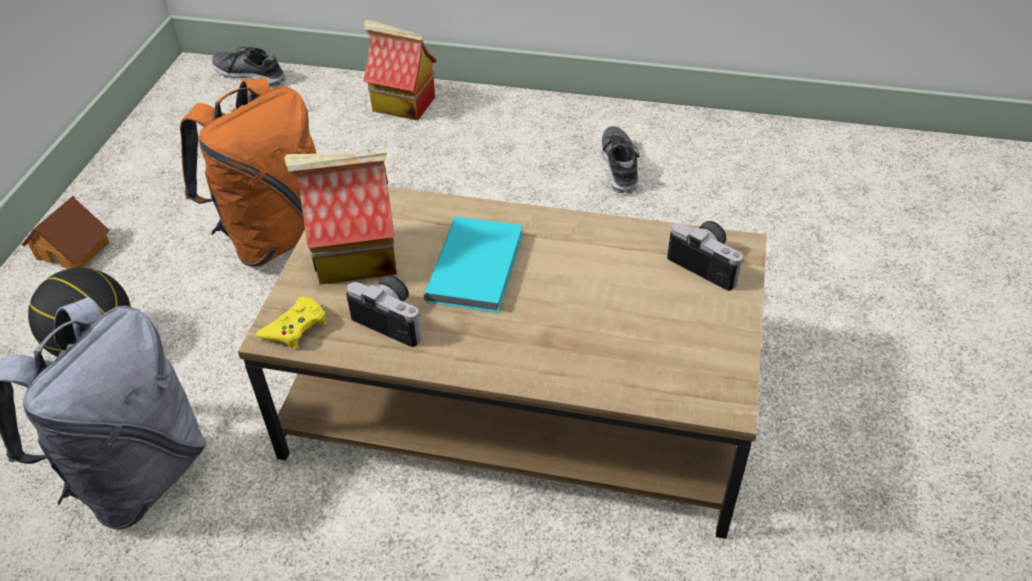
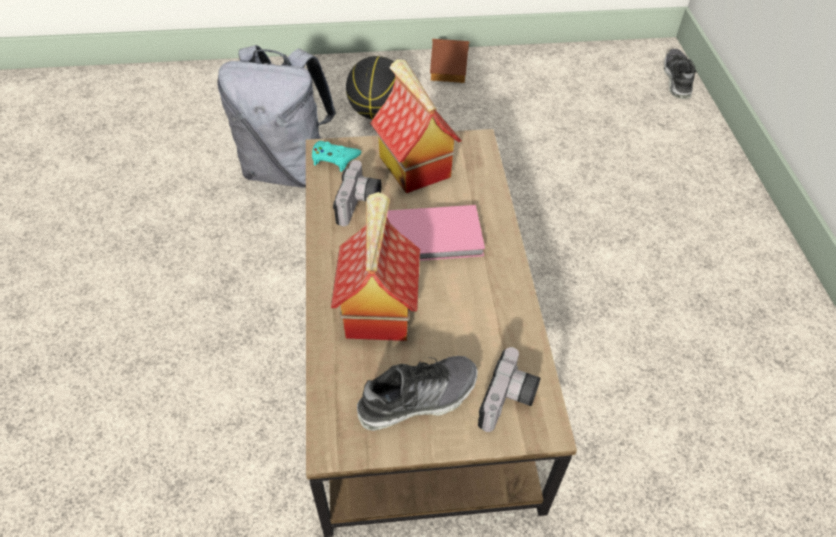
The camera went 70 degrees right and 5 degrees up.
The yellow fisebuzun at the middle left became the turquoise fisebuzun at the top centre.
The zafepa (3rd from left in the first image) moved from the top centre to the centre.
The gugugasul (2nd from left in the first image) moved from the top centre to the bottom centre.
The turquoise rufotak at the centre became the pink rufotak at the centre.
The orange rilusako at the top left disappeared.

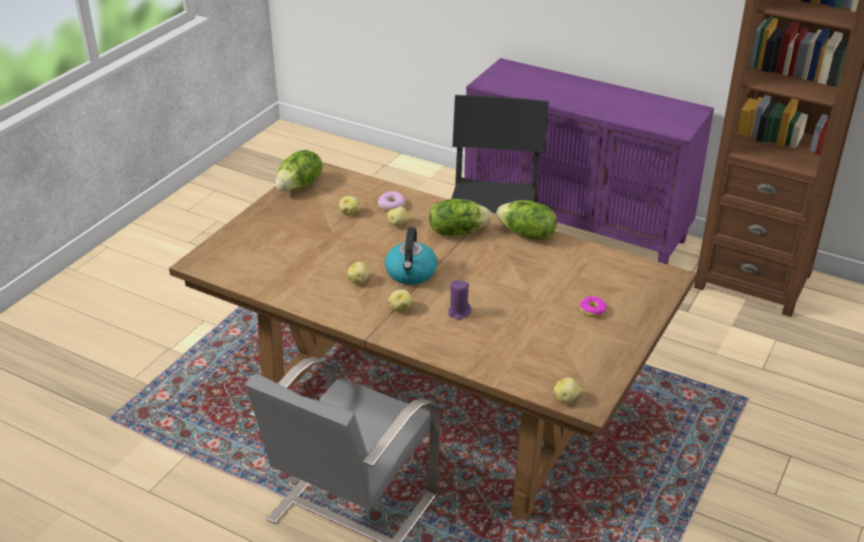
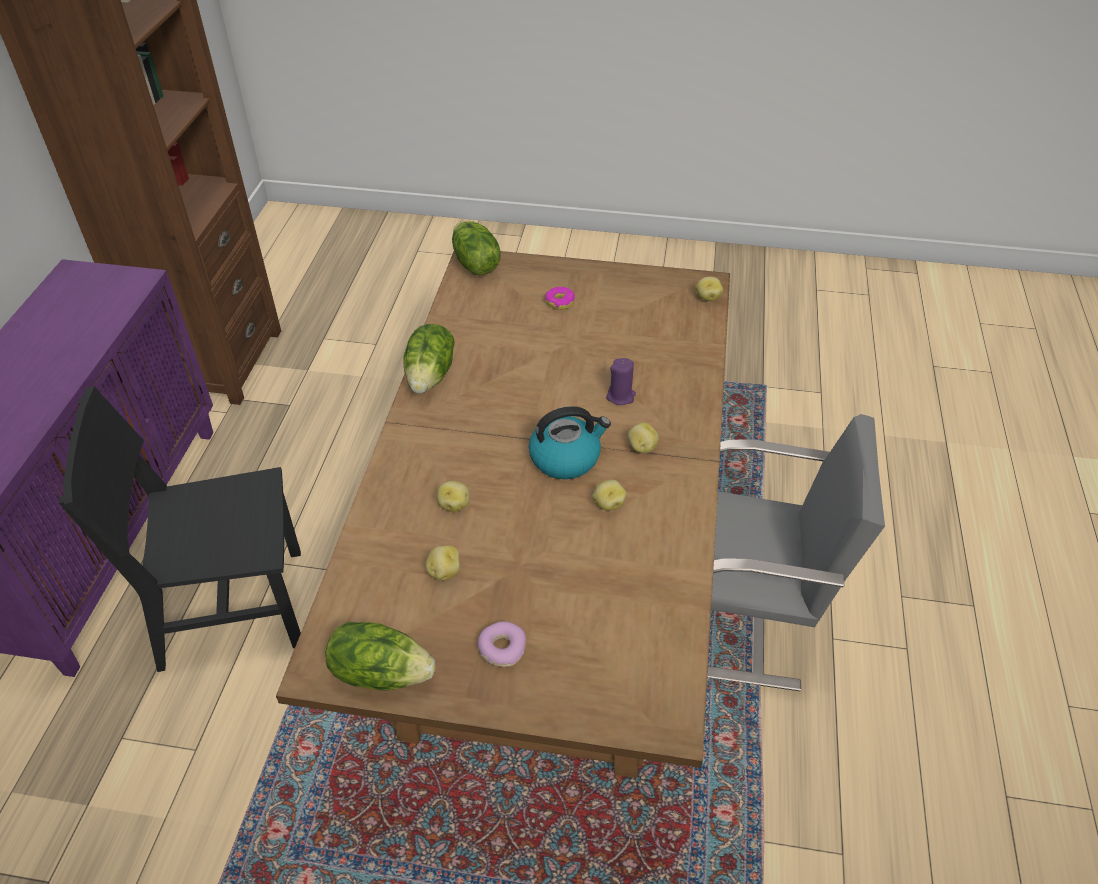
The camera went 110 degrees left and 10 degrees up.
The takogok (2nd from left in the first image) moved from the centre to the top centre.
The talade (1st from left) moved from the centre to the bottom centre.

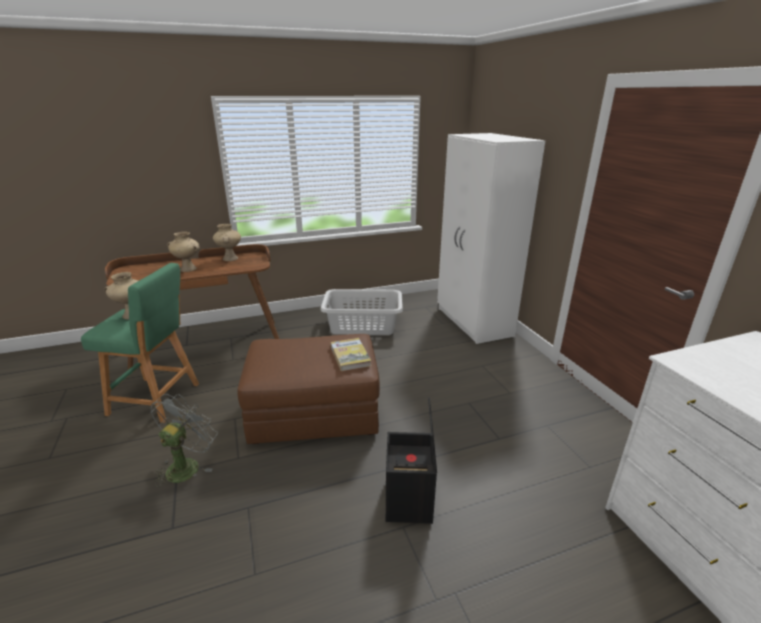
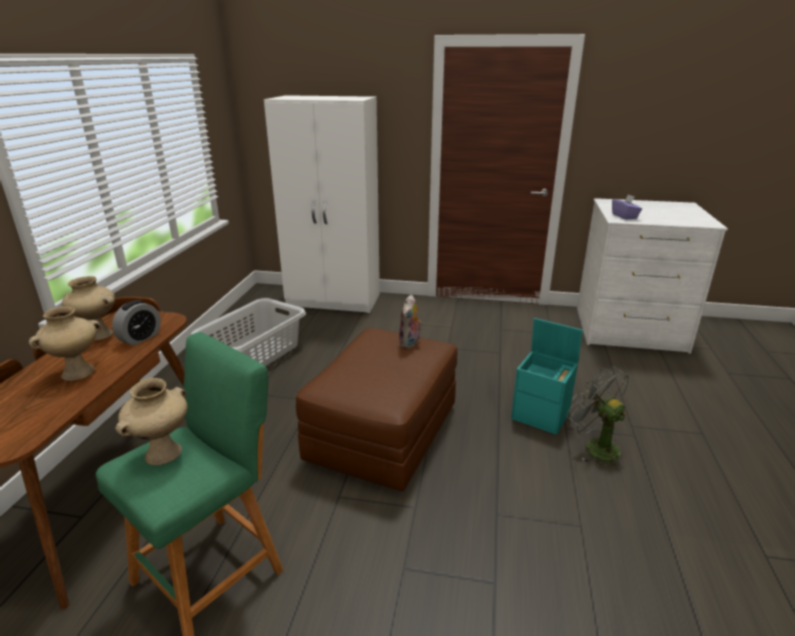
The camera went 60 degrees left and 0 degrees up.
The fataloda at the middle left appeared.
The rufotak at the centre was replaced by the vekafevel at the centre.
The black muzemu at the bottom centre became the turquoise muzemu at the middle right.
The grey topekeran moved from the bottom left to the middle right.
The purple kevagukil at the top right appeared.

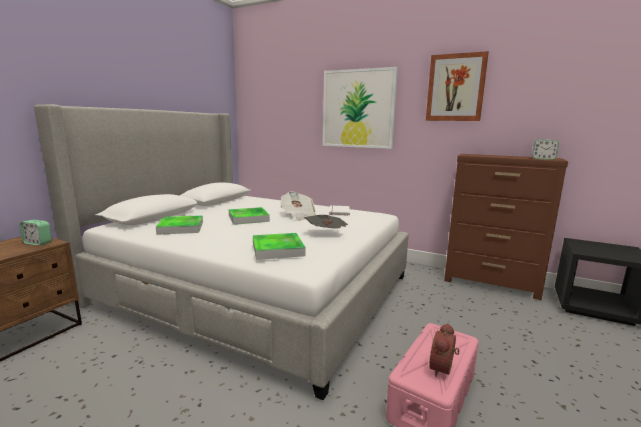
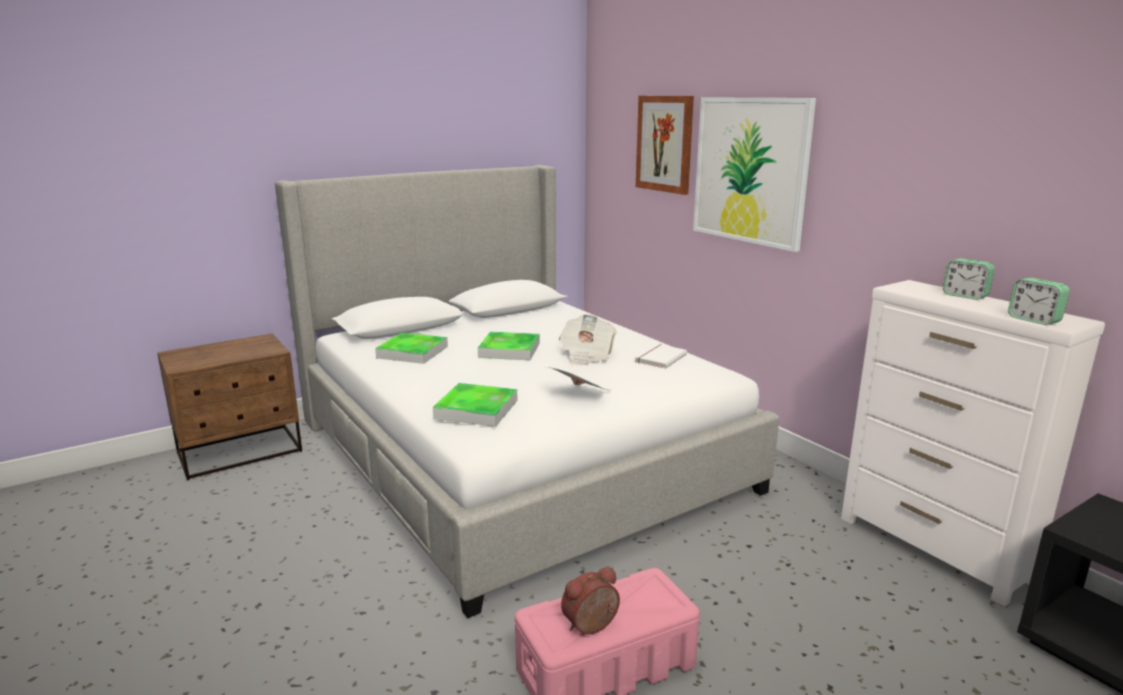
The camera went 30 degrees right and 5 degrees up.
The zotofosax (2nd from left in the first image) moved from the top right to the top centre.
The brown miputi at the middle right became the white miputi at the middle right.
The fataloda (1st from left in the first image) moved from the middle left to the middle right.

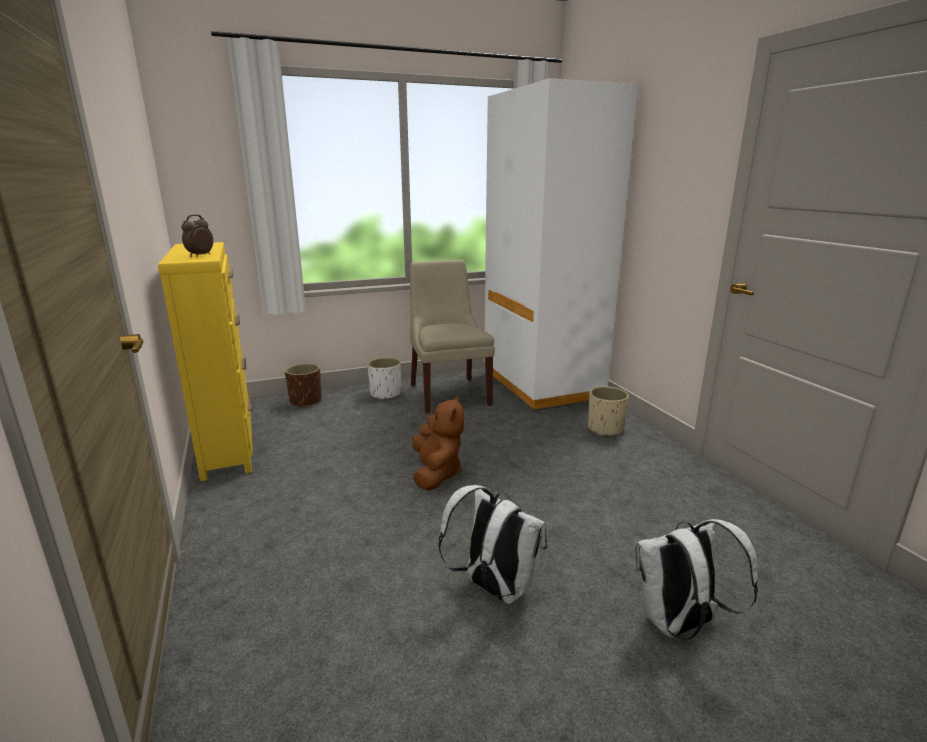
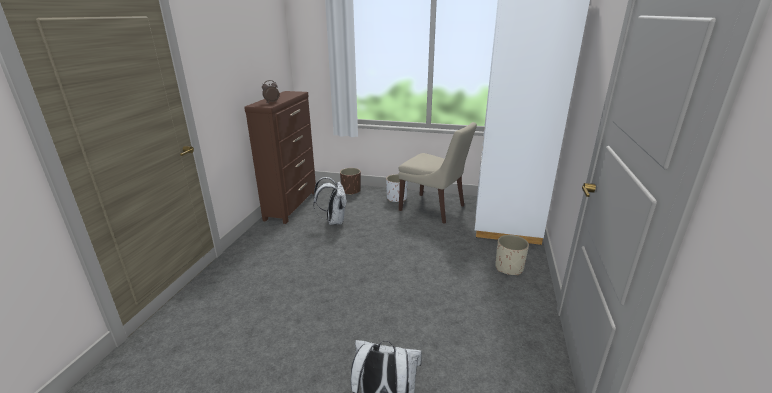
The camera went 35 degrees right and 5 degrees up.
The yellow miputi at the middle left became the brown miputi at the centre.
The white rilusako (1st from left) moved from the bottom centre to the centre.
The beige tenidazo at the centre turned 105 degrees clockwise.
The brown vekafevel at the centre disappeared.

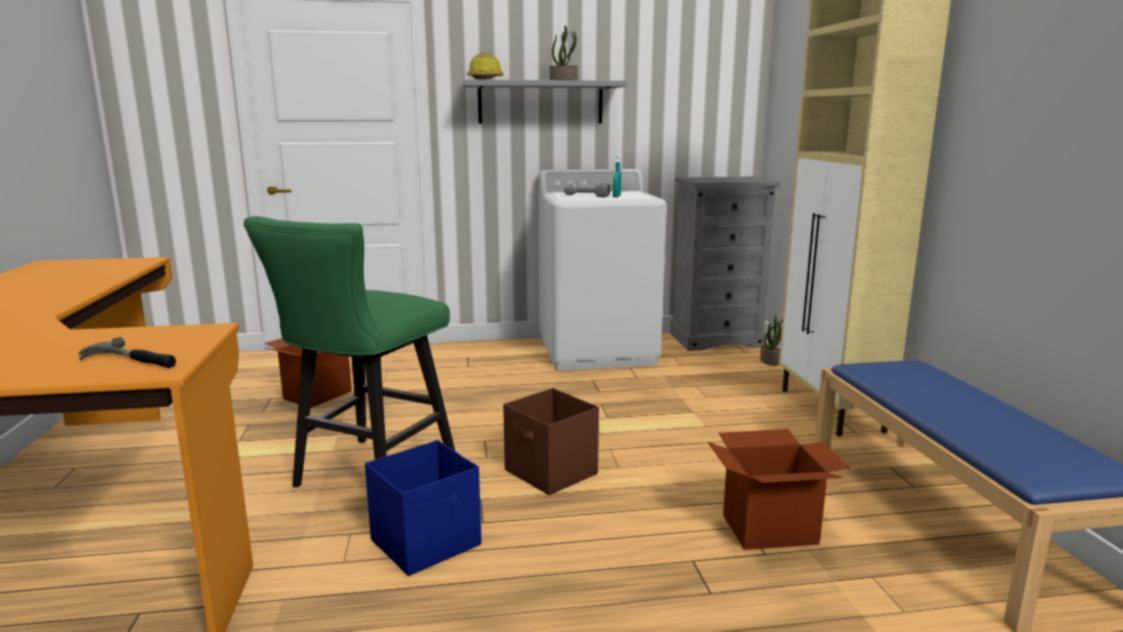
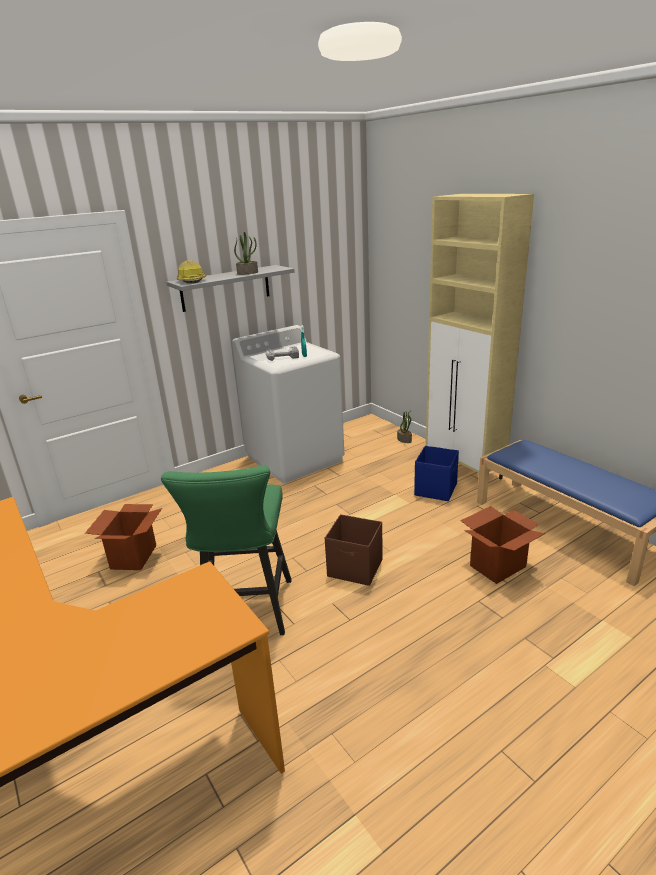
The camera went 25 degrees left and 10 degrees up.
The blue muzemu moved from the bottom centre to the centre.
The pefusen at the middle left disappeared.
The grey miputi at the centre disappeared.

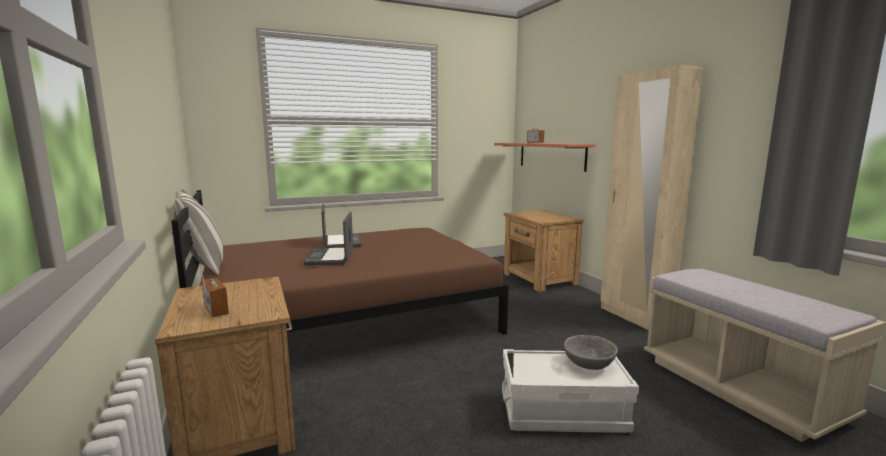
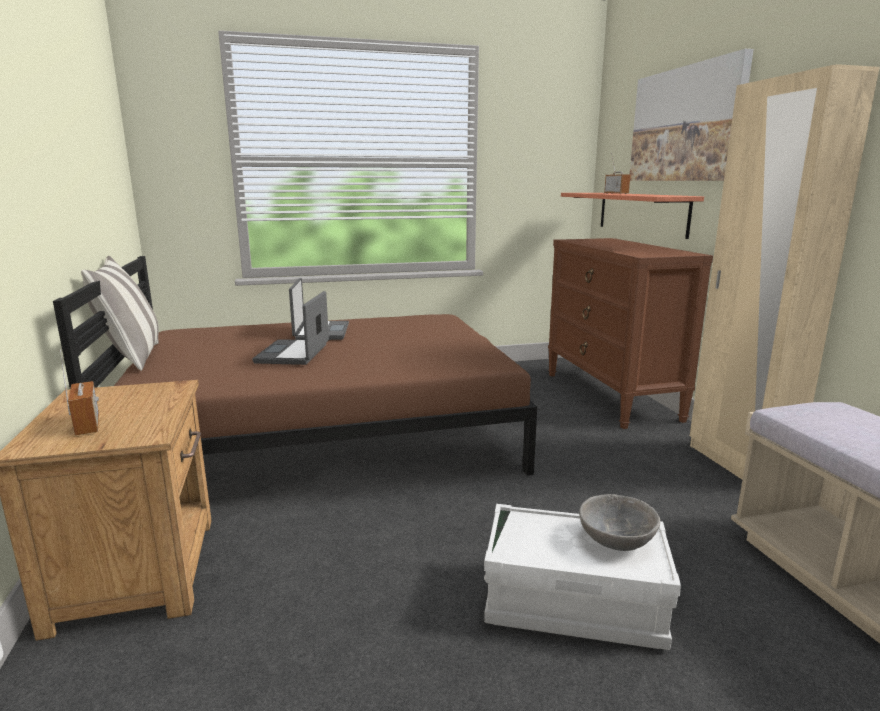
The camera went 10 degrees right and 5 degrees up.
The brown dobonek (2nd from left) at the centre was replaced by the brown miputi at the middle right.
The zotofosax at the top right appeared.

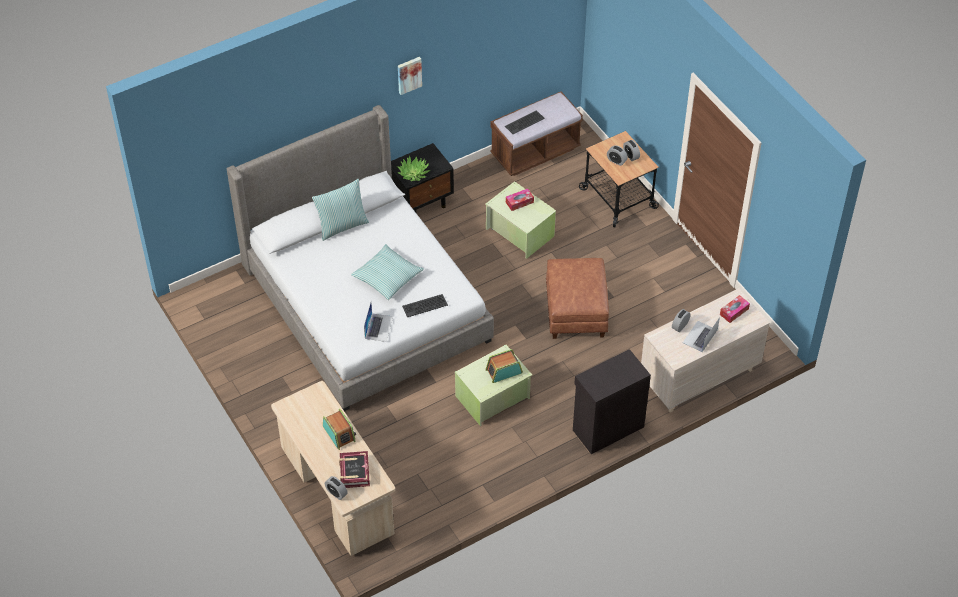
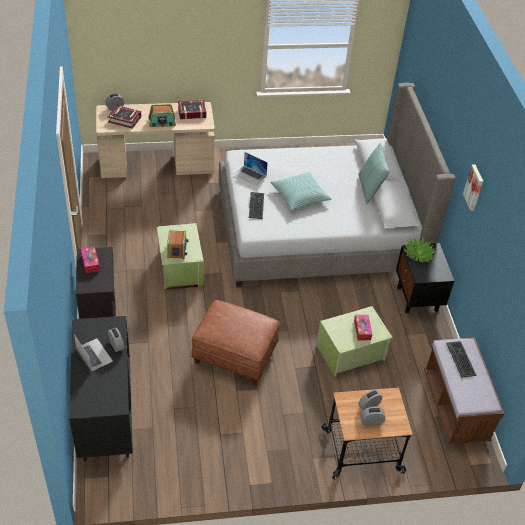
The camera went 110 degrees right and 5 degrees down.
The beige miputi at the middle right became the black miputi at the bottom left.
The kevagukil (2nd from left in the first image) moved from the middle right to the middle left.
The rufotak (2nd from left) at the top centre appeared.

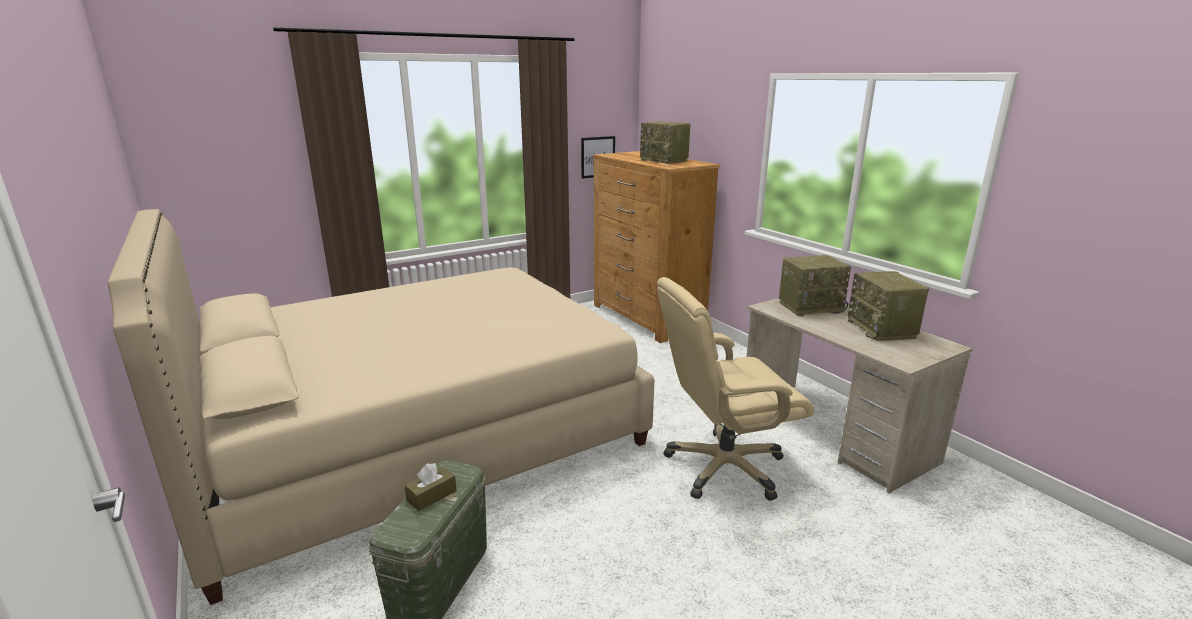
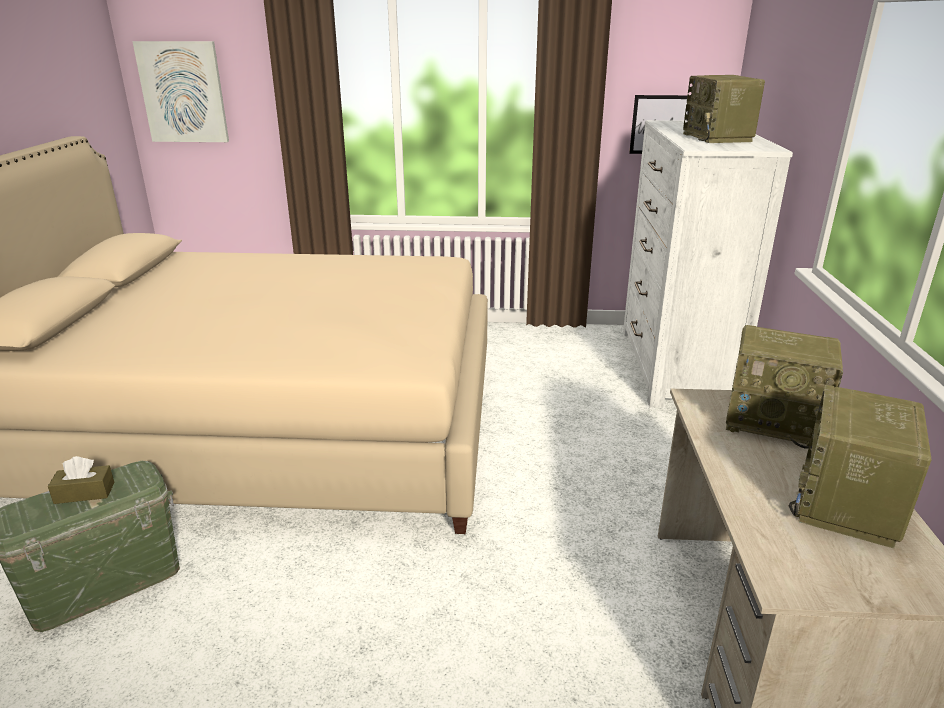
The camera went 35 degrees right and 5 degrees up.
The zotofosax (1st from left) at the top left appeared.
The brown miputi at the centre became the white miputi at the middle right.
The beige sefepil at the centre disappeared.

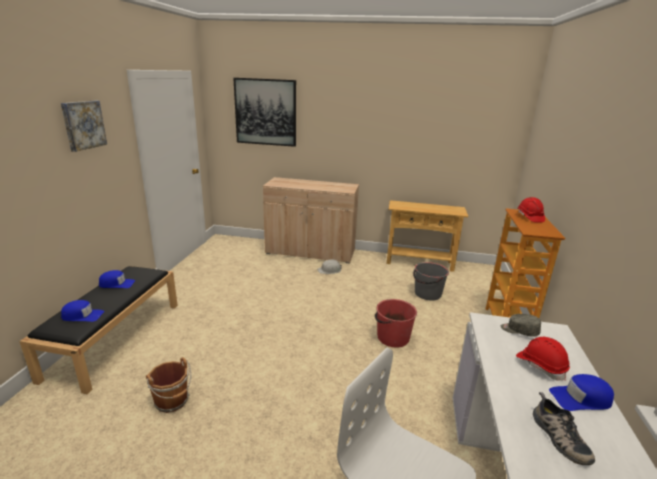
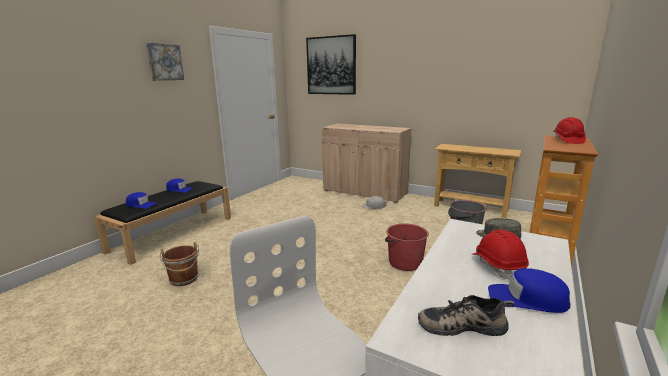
The camera went 20 degrees right and 5 degrees down.
The gugugasul at the bottom right turned 90 degrees clockwise.

